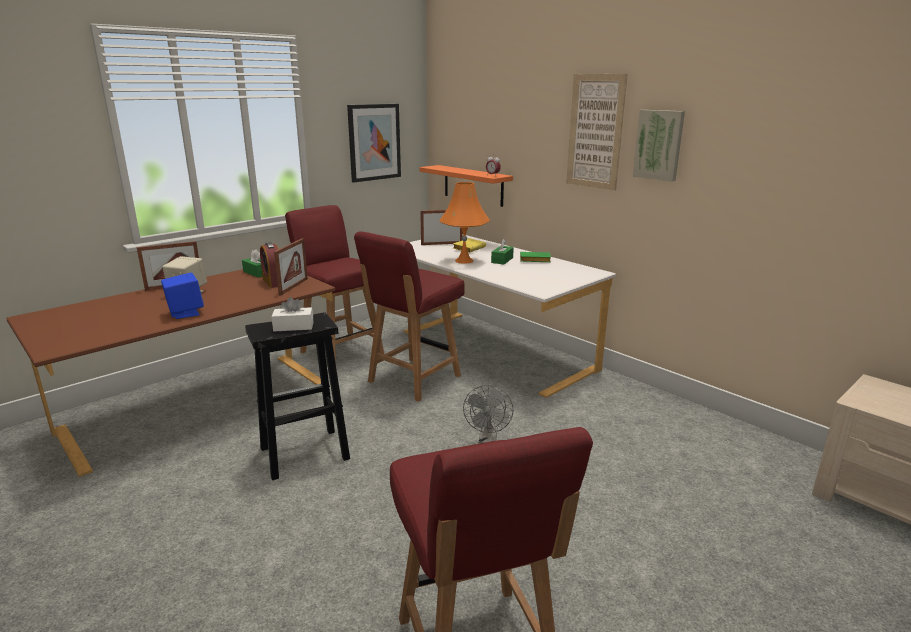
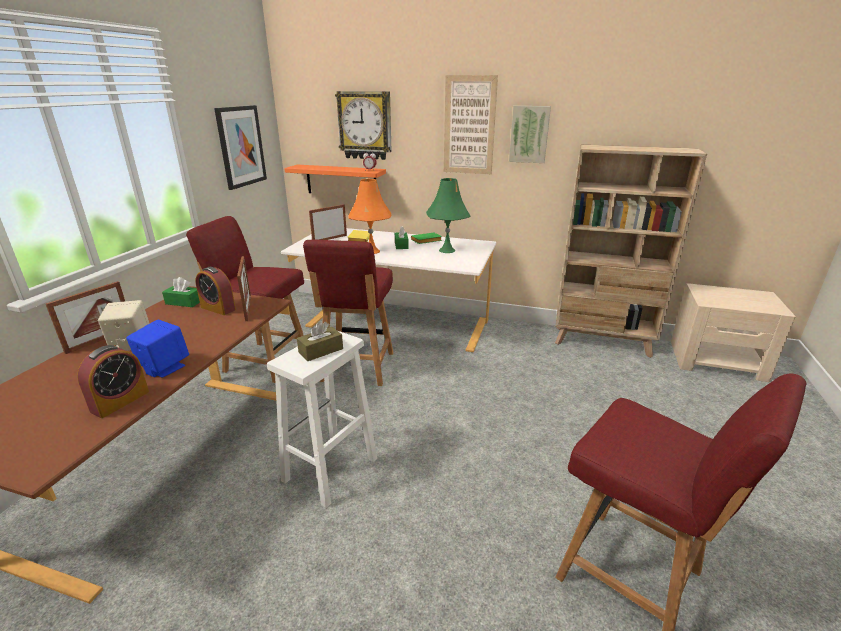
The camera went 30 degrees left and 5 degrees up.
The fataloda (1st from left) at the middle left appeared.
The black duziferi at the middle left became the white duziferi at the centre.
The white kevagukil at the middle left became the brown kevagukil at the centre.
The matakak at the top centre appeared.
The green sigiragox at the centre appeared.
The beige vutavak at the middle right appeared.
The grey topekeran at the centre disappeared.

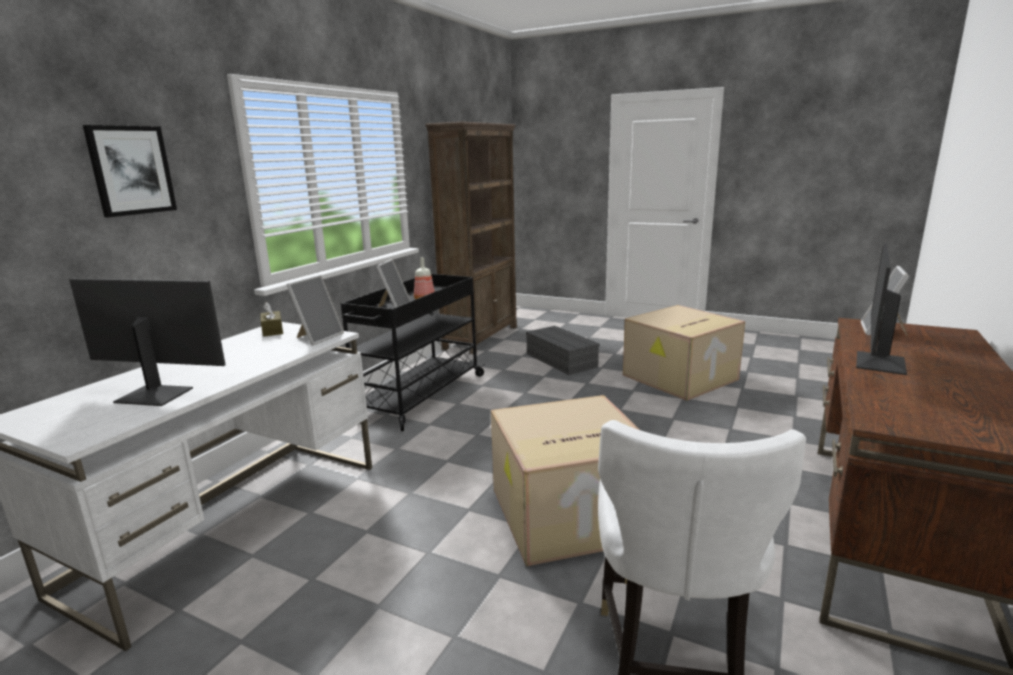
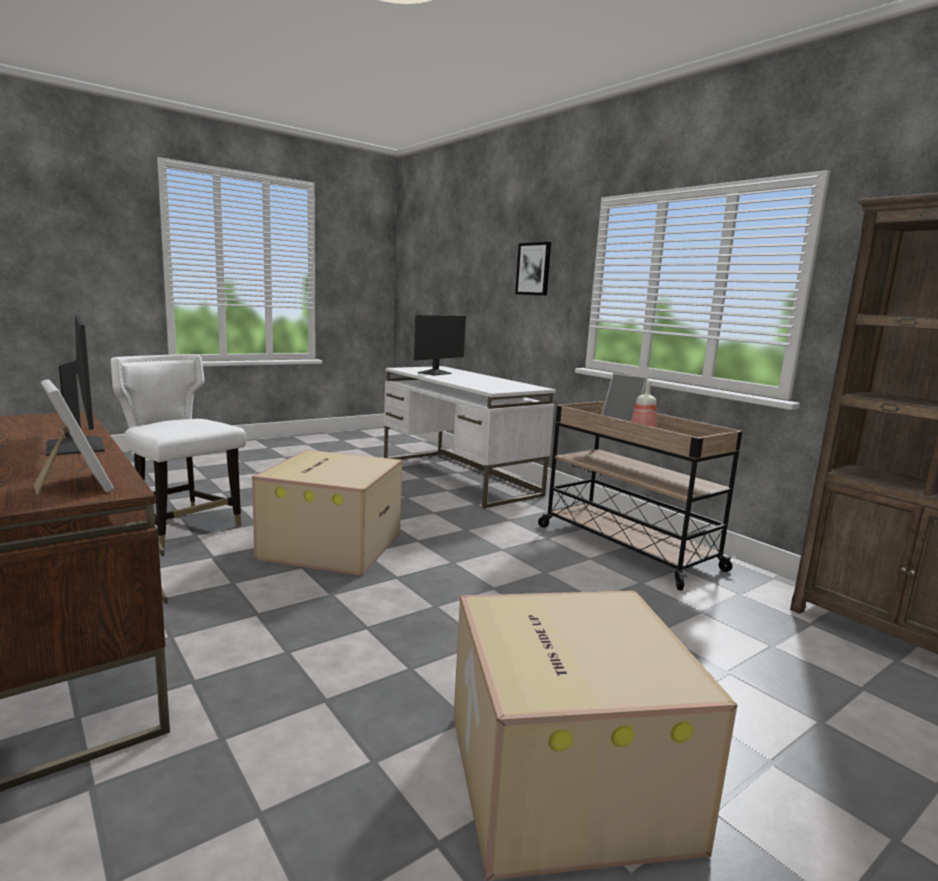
The camera went 115 degrees right and 5 degrees down.
The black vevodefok at the centre became the beige vevodefok at the middle right.
The brown kevagukil at the middle left disappeared.
The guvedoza (1st from left) at the middle left disappeared.
The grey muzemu at the centre disappeared.

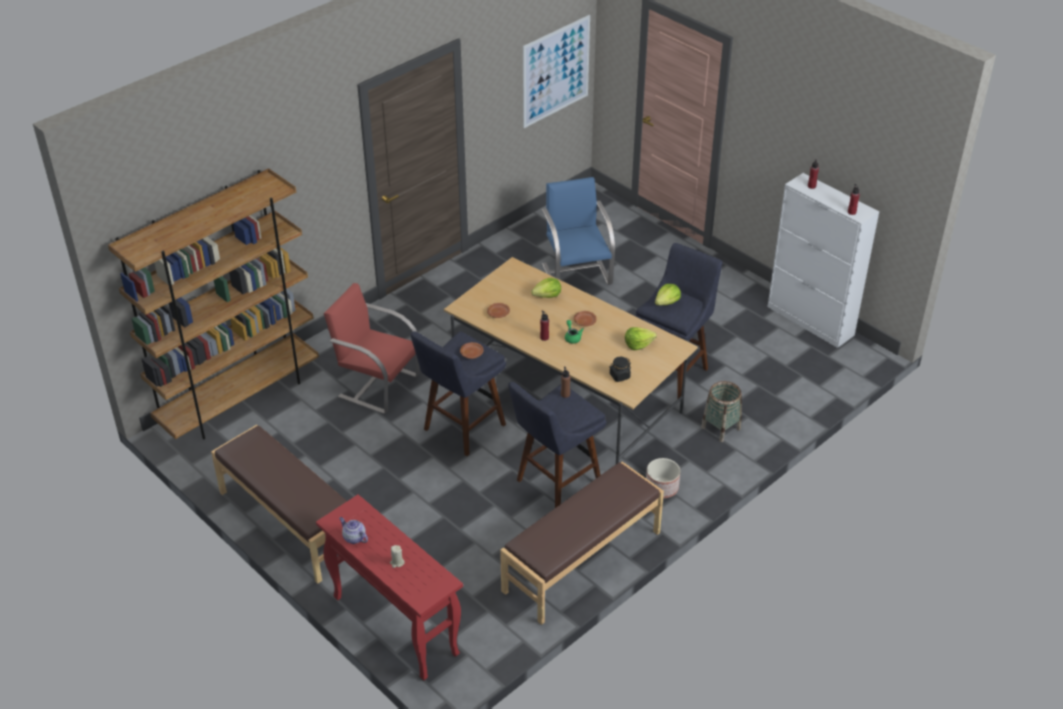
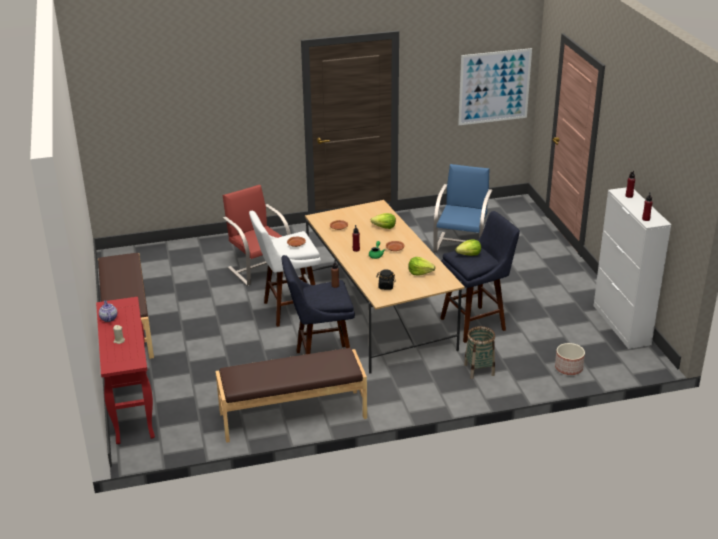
The camera went 30 degrees right and 10 degrees down.
The blue duziferi (1st from left) at the centre became the white duziferi at the centre.
The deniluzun moved from the bottom centre to the middle right.
The brown vutavak at the middle left disappeared.

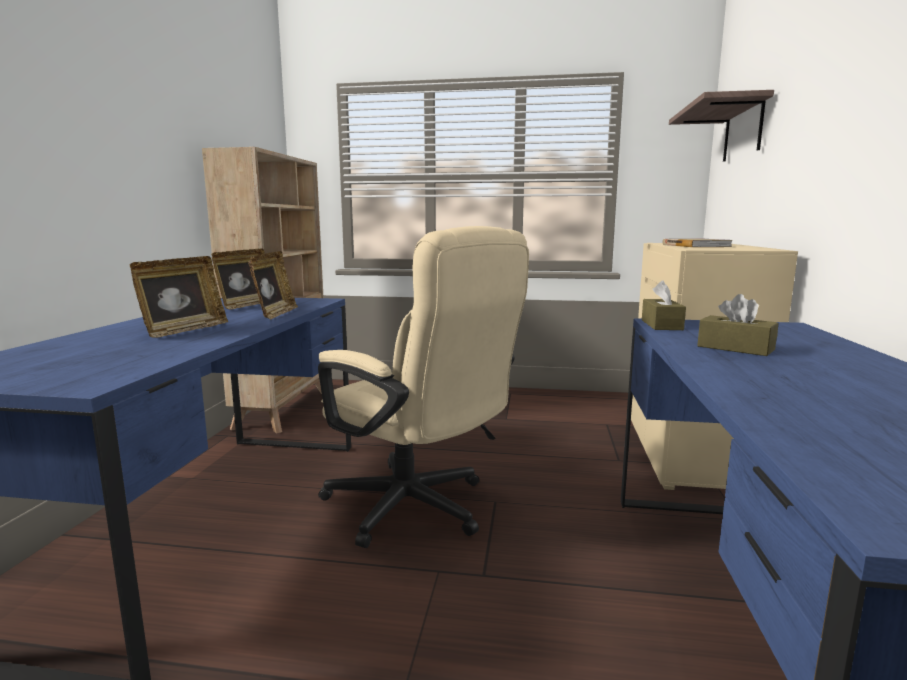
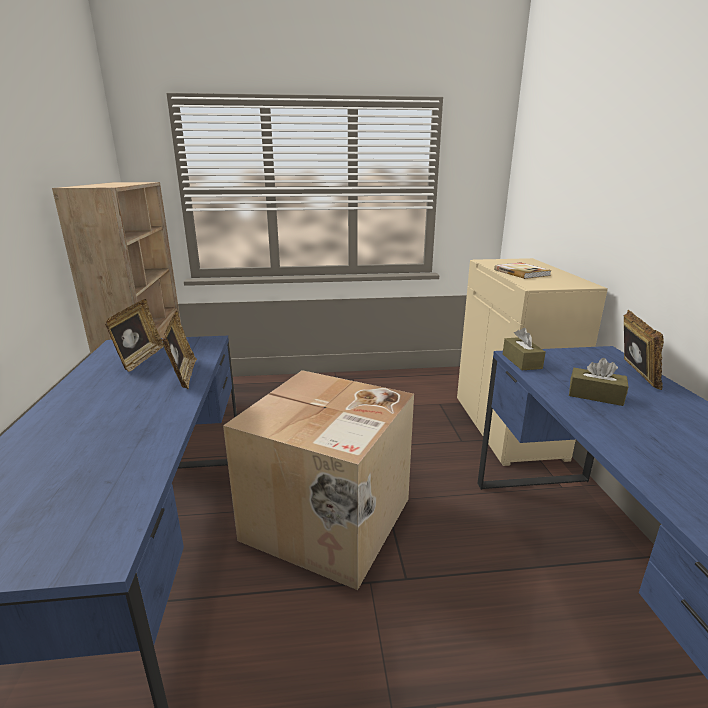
The camera went 15 degrees left and 10 degrees up.
The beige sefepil at the centre was replaced by the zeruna at the bottom centre.
The guvedoza (1st from left in the first image) moved from the middle left to the middle right.
The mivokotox at the top right disappeared.

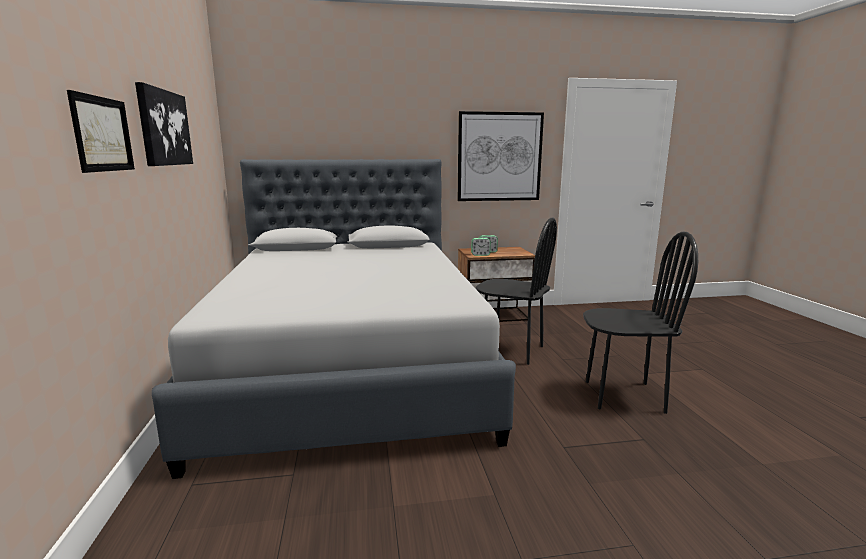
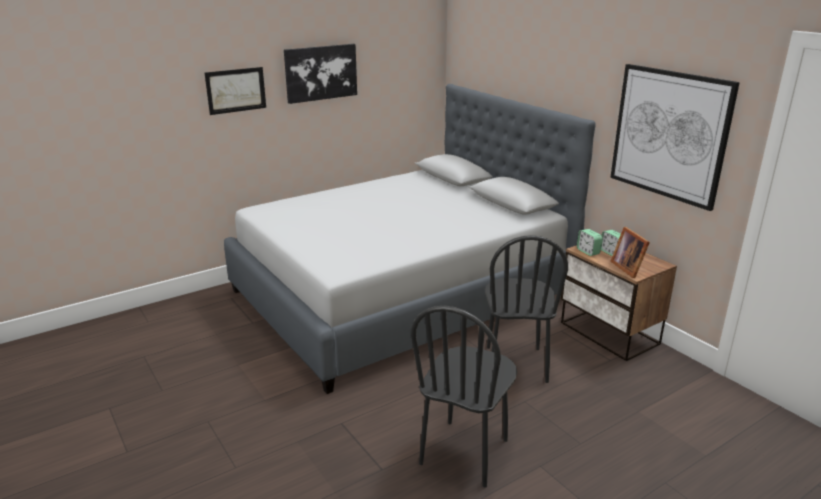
The camera went 65 degrees right and 10 degrees up.
The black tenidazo (2nd from left in the first image) at the middle right turned 45 degrees clockwise.
The guvedoza at the middle right appeared.

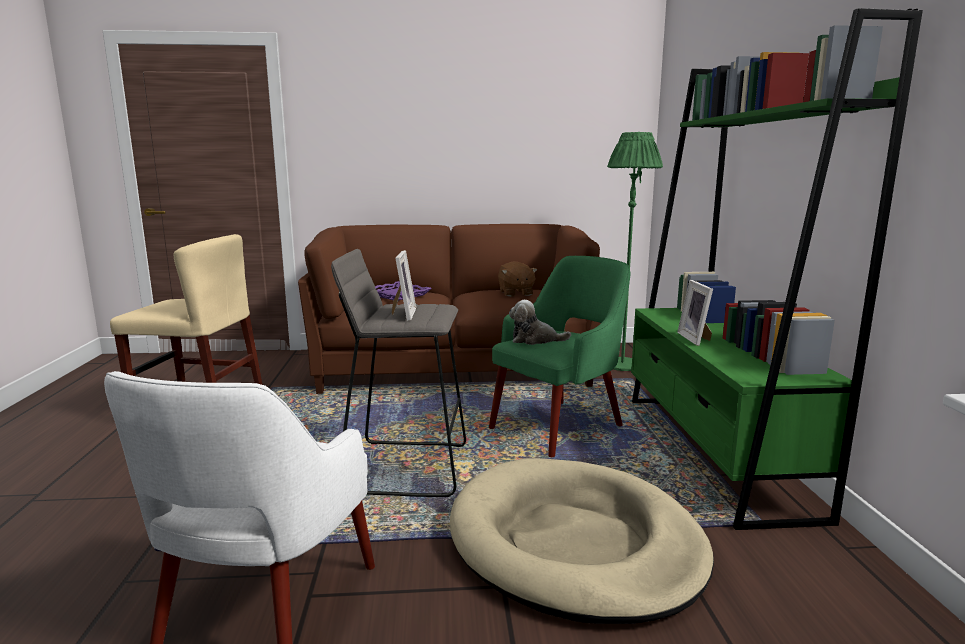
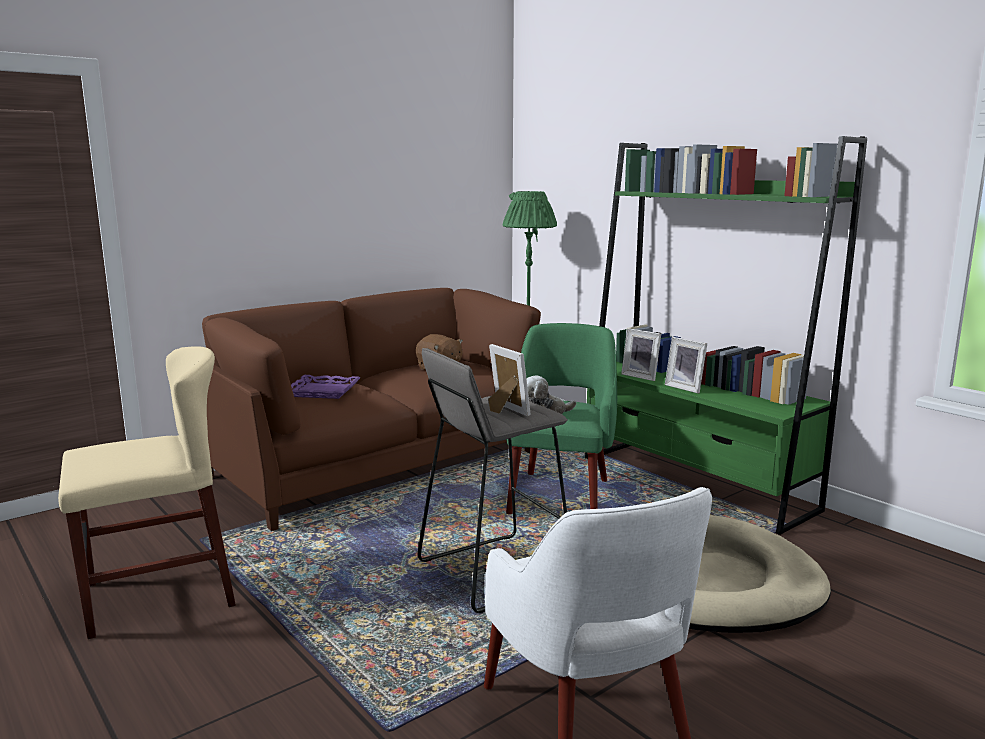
The camera went 35 degrees left and 0 degrees up.
The guvedoza (2nd from left) at the centre appeared.

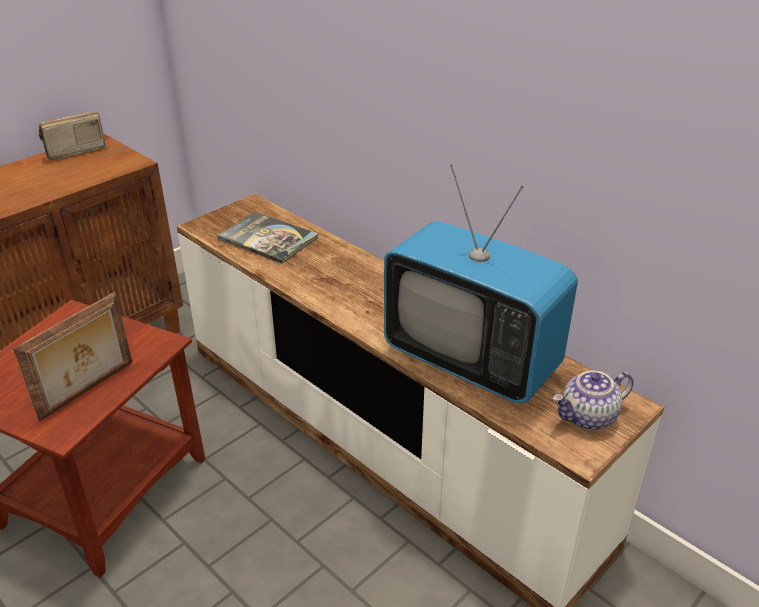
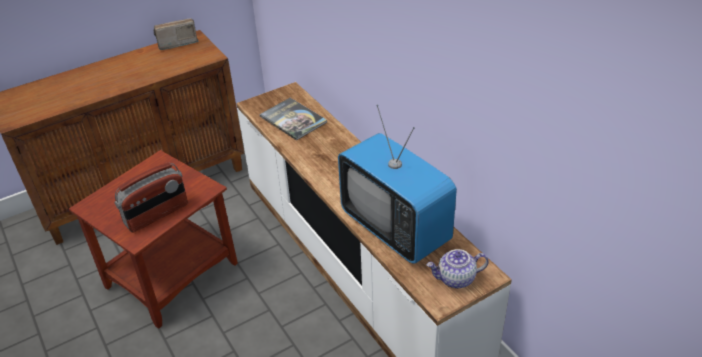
The camera went 15 degrees right and 5 degrees up.
The guvedoza at the middle left was replaced by the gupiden (1st from left) at the middle left.

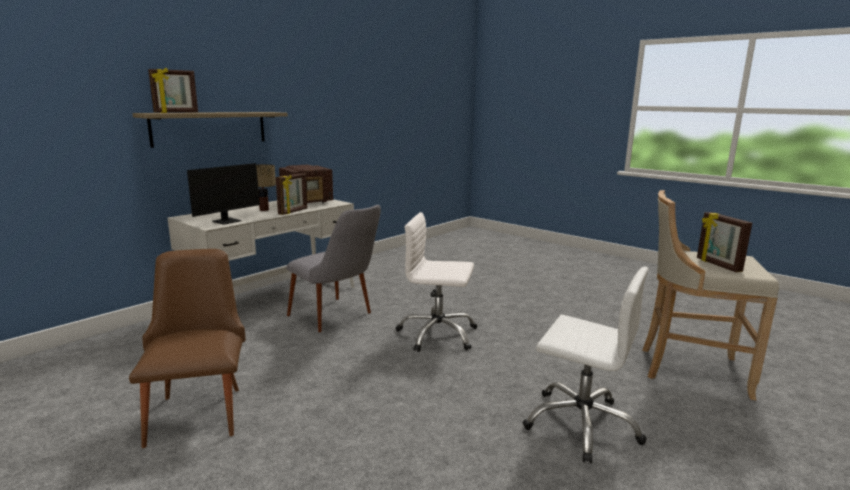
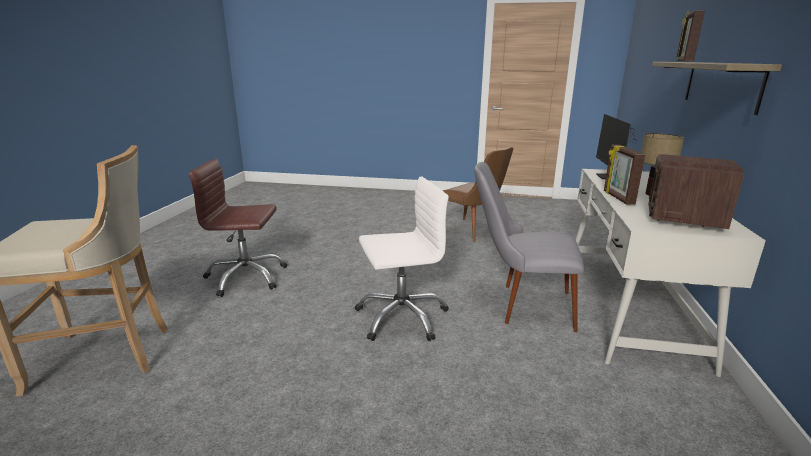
The camera went 150 degrees right and 5 degrees up.
The white sefepil (2nd from left) at the bottom right became the brown sefepil at the middle left.
The guvedoza (3rd from left) at the middle right disappeared.

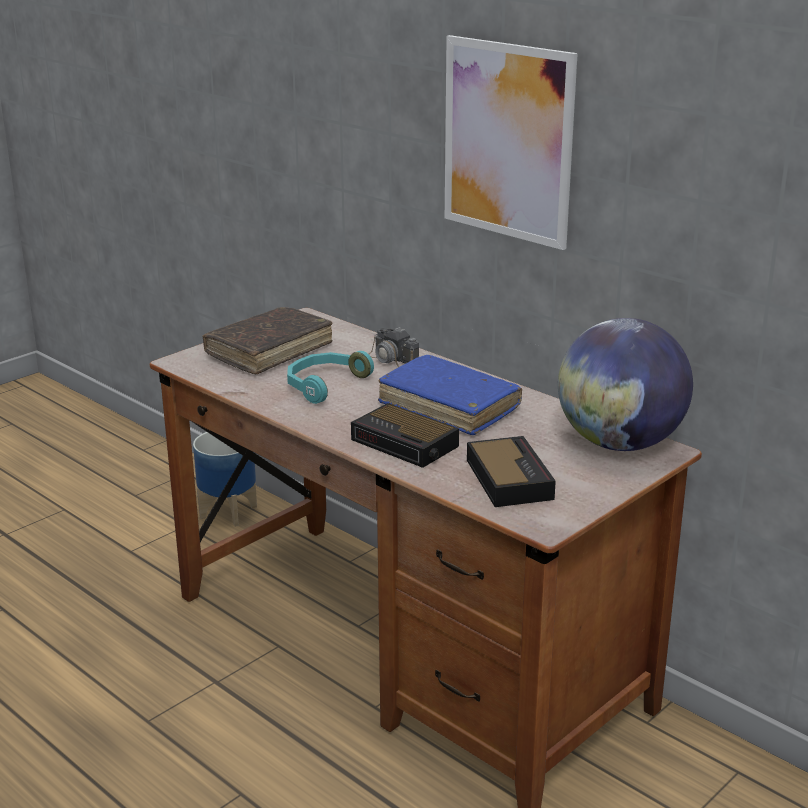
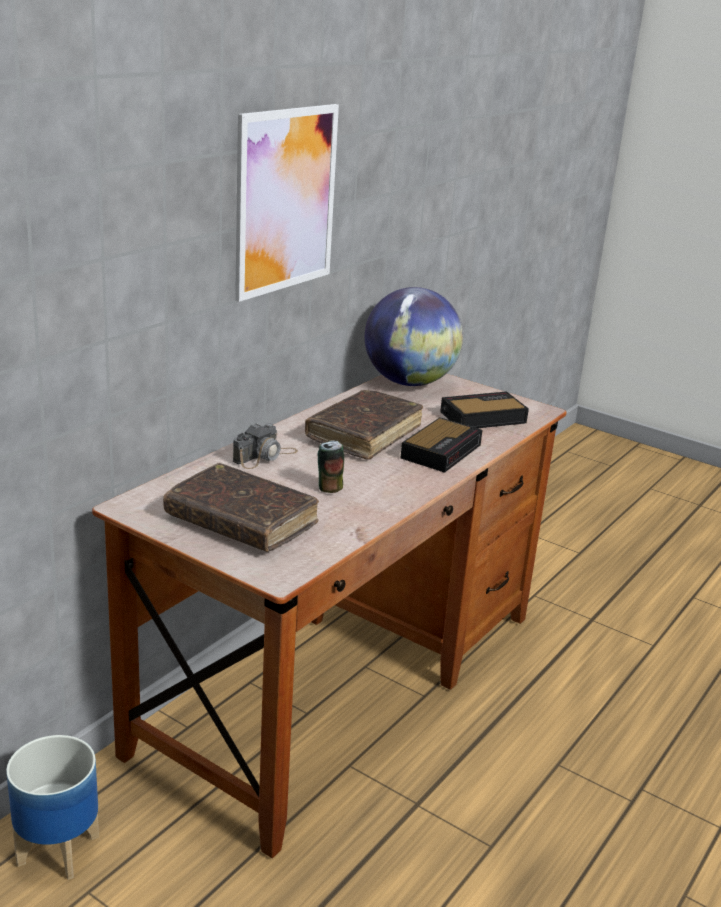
The camera went 100 degrees left and 0 degrees up.
The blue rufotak at the centre became the brown rufotak (2nd from left) at the centre.
The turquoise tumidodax at the centre was replaced by the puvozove at the centre.

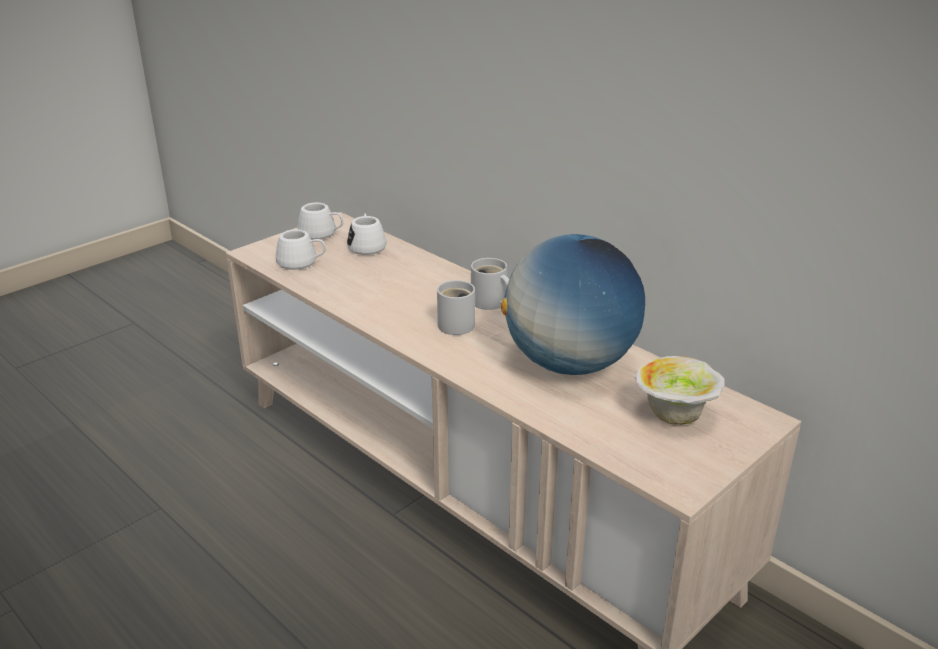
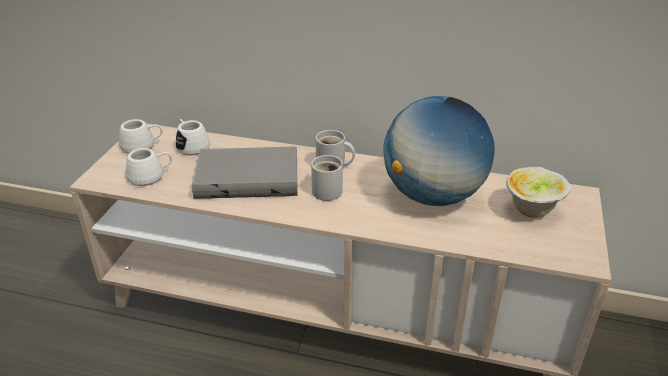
The camera went 30 degrees left and 5 degrees up.
The grey rufotak at the centre appeared.

